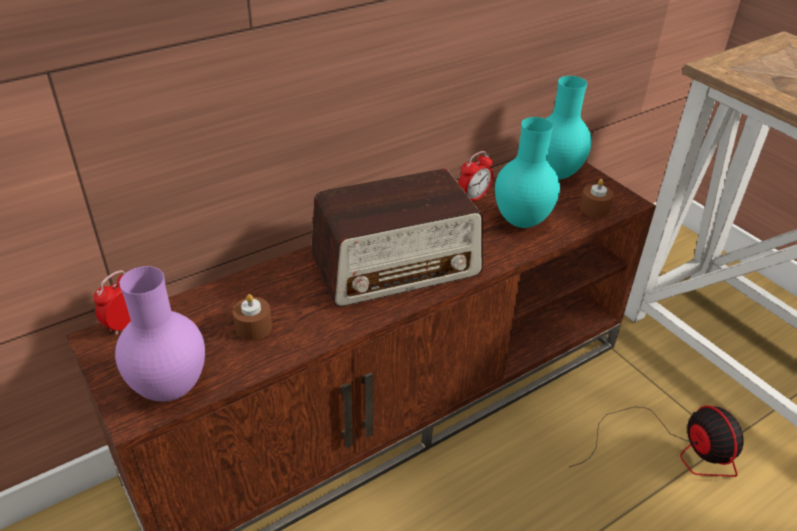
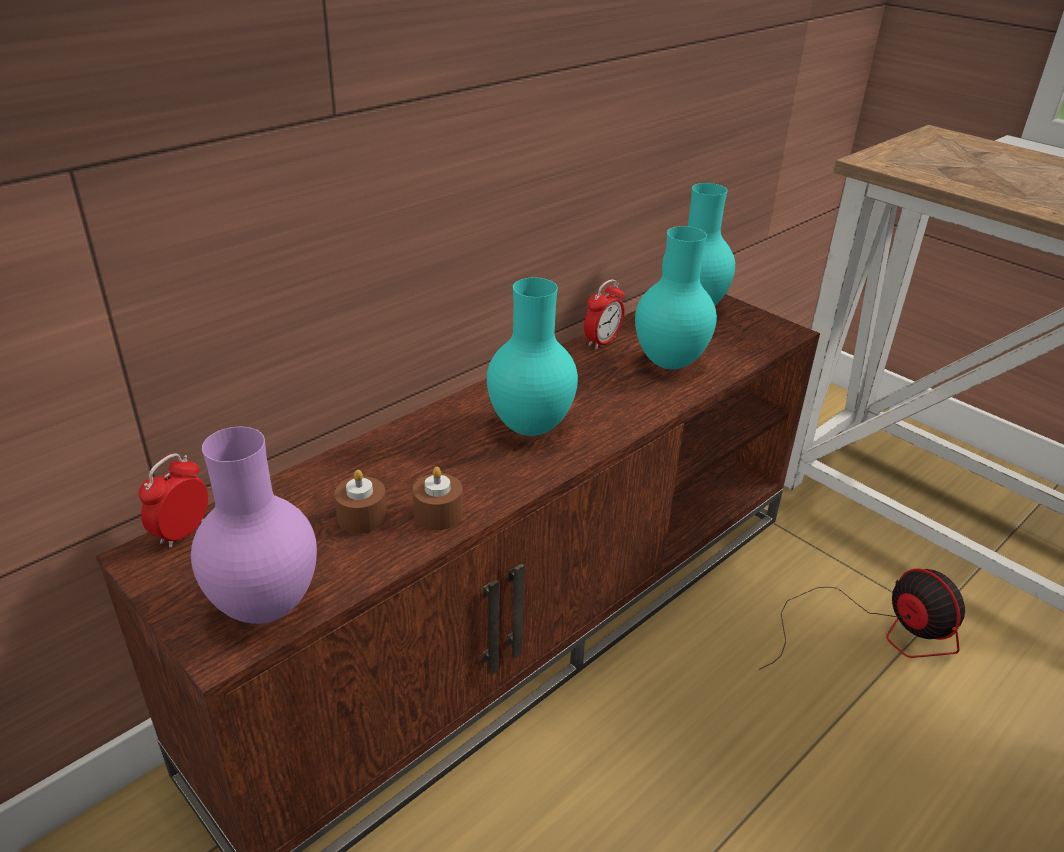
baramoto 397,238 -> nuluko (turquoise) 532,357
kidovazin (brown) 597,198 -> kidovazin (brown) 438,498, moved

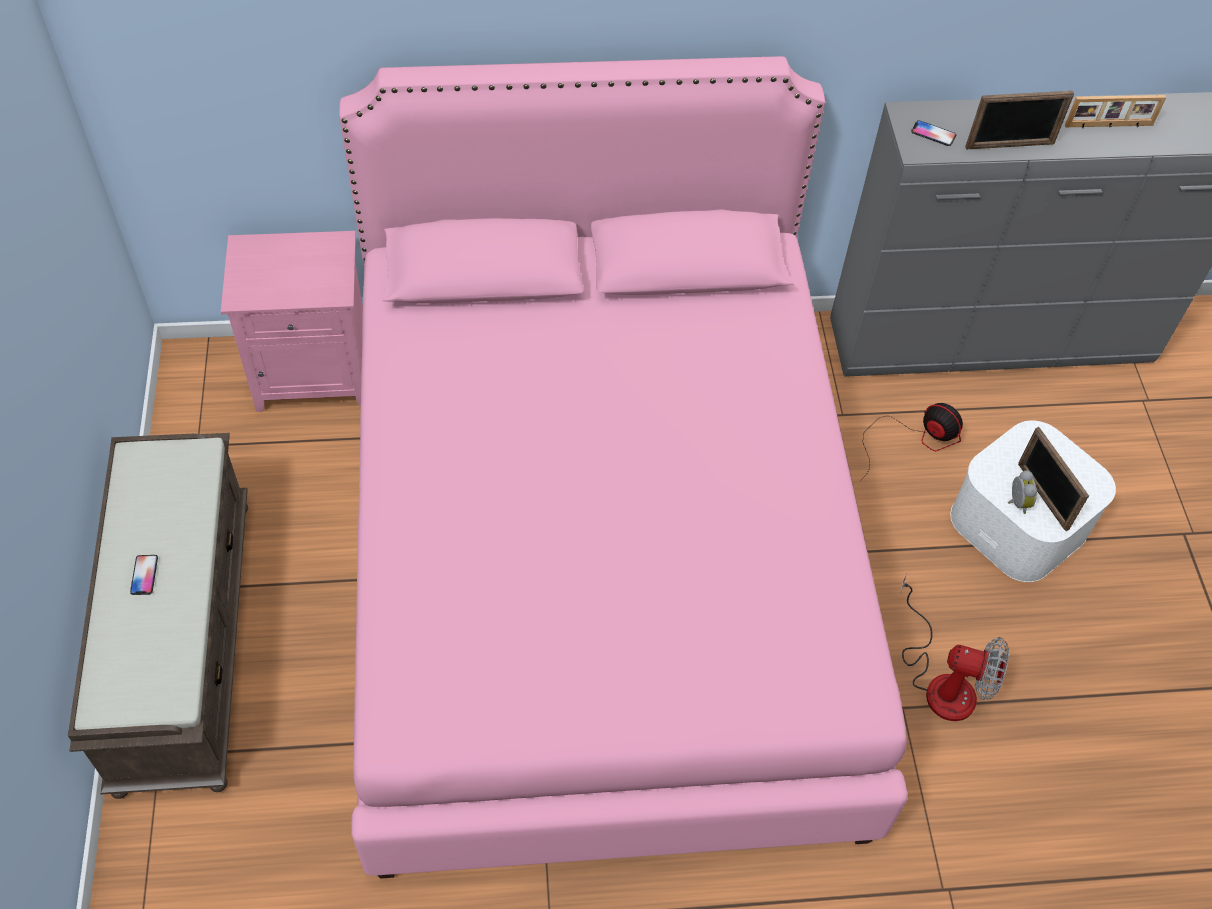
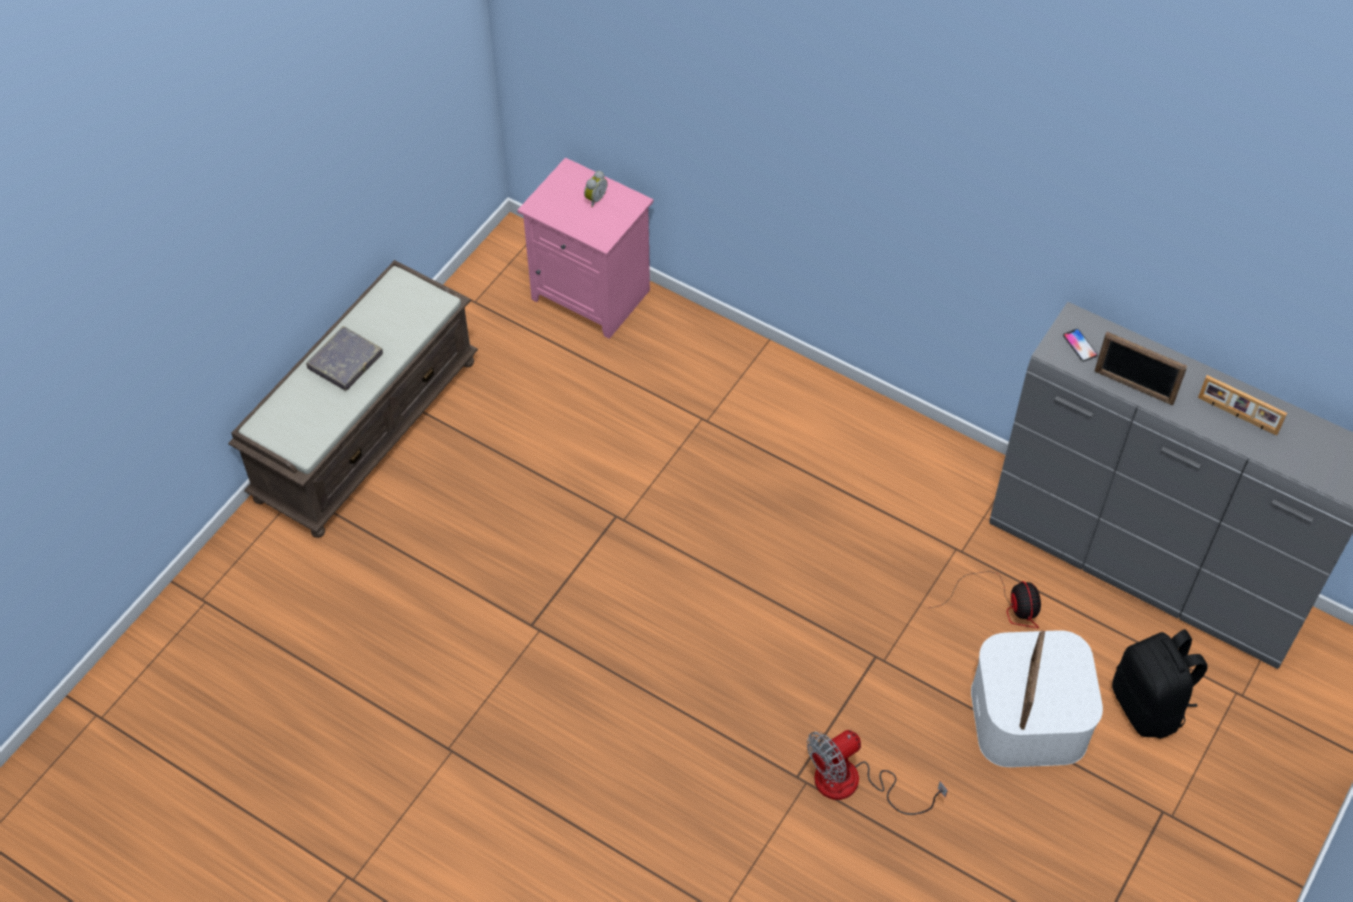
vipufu 144,575 -> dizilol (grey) 344,358
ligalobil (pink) 623,467 -> none
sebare 954,647 -> sebare 877,772, 90 degrees clockwise
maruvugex 1022,492 -> maruvugex 595,189, moved
none -> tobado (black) 1160,684

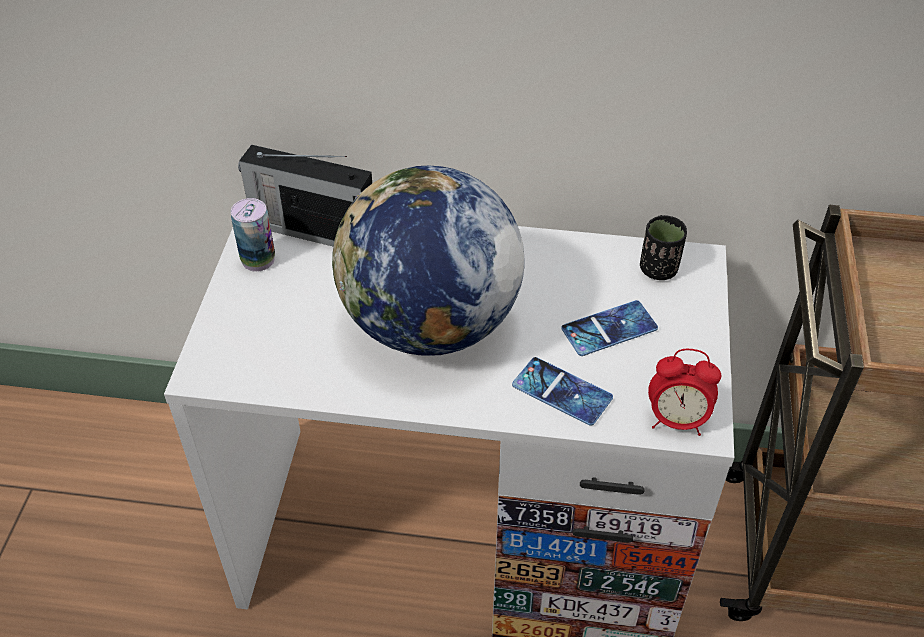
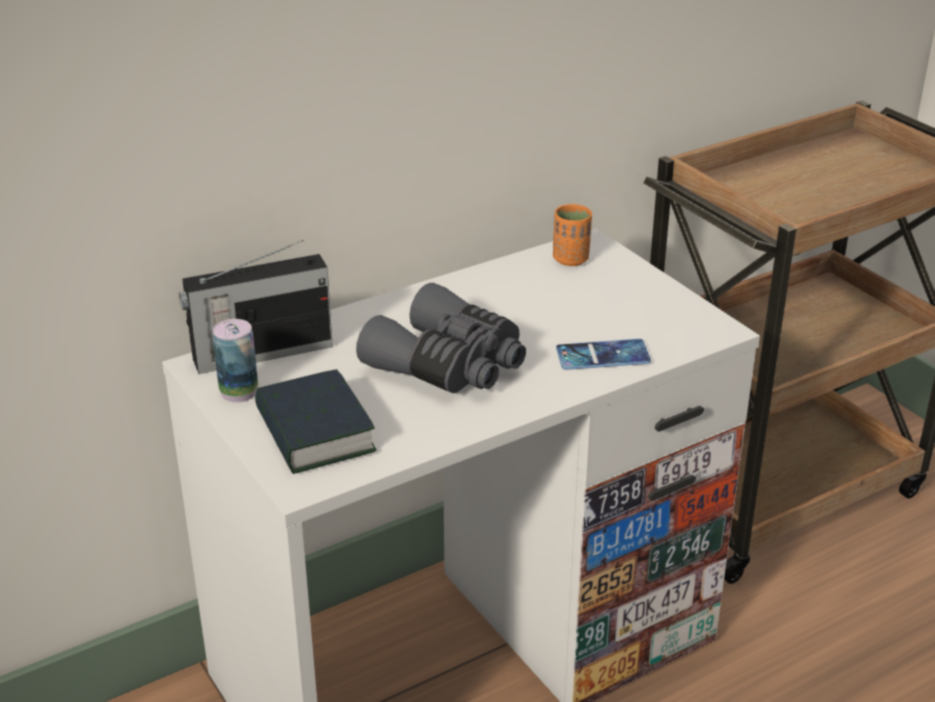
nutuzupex 428,261 -> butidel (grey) 441,338
vipufu 610,328 -> none
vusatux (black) 663,247 -> vusatux (orange) 572,235
maruvugex 684,392 -> none
none -> dizilol 315,421

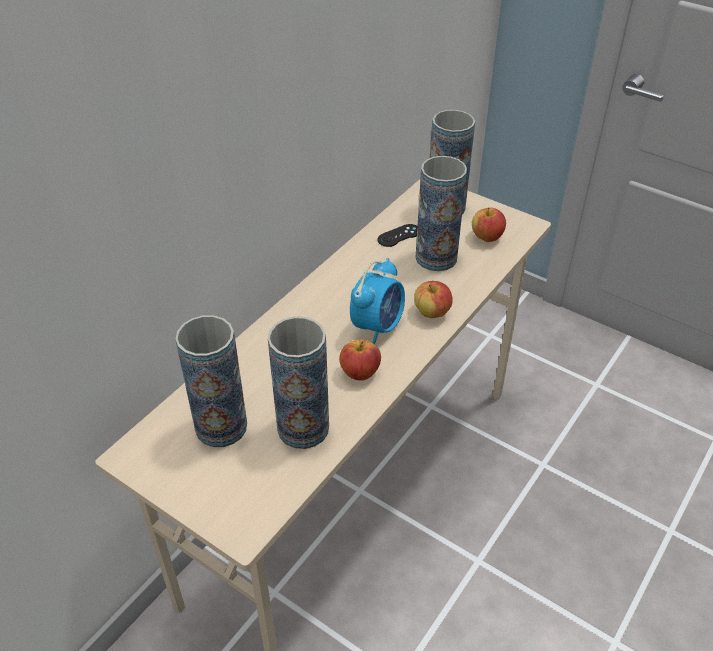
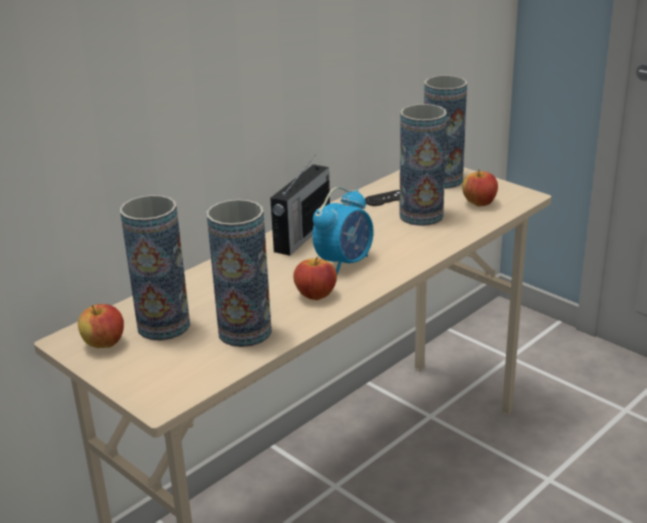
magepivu 433,299 -> magepivu 101,326, moved
none -> baramoto 300,205

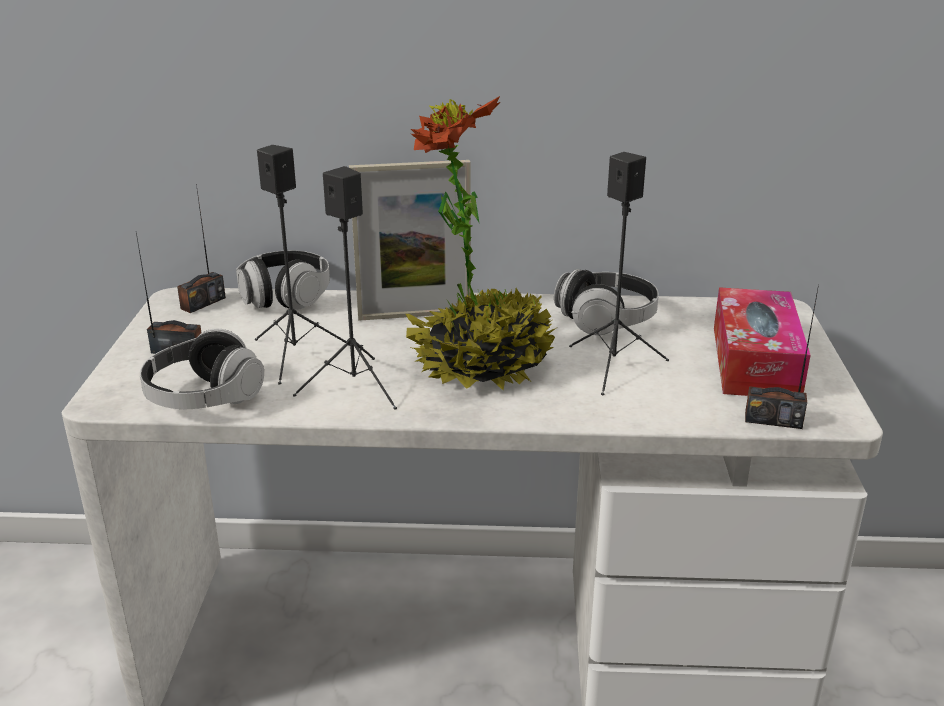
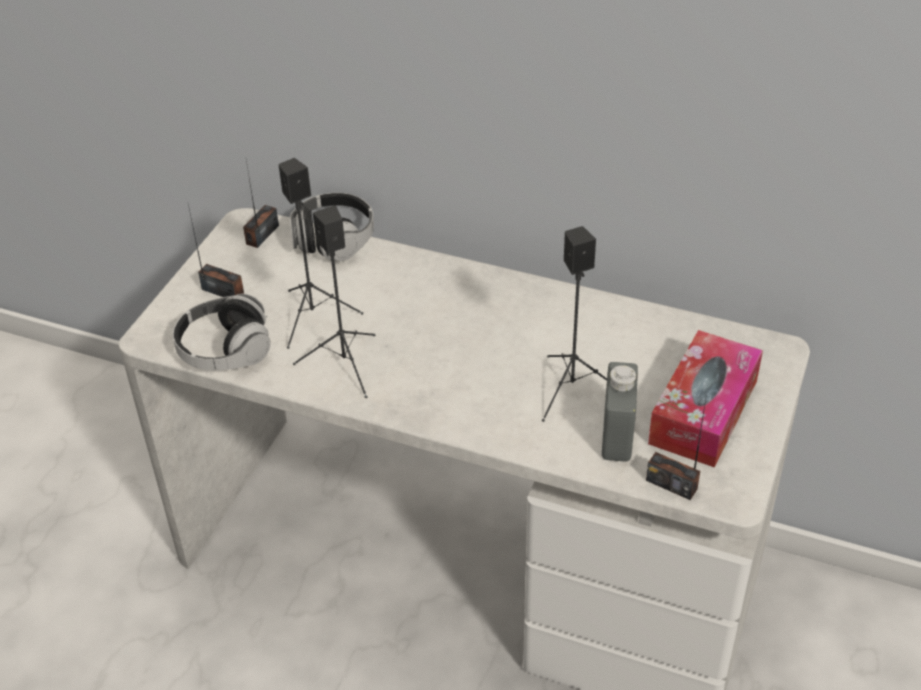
baramoto 201,248 -> baramoto 261,204, 150 degrees clockwise
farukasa 410,240 -> none
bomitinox 481,243 -> none
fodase 606,302 -> none
none -> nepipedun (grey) 620,412

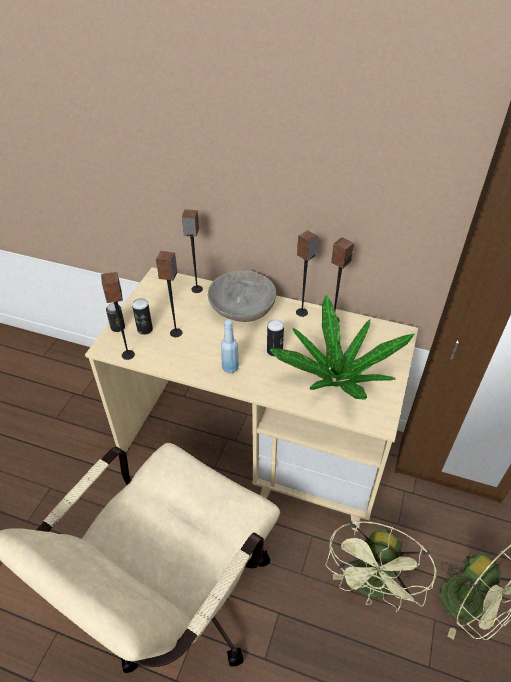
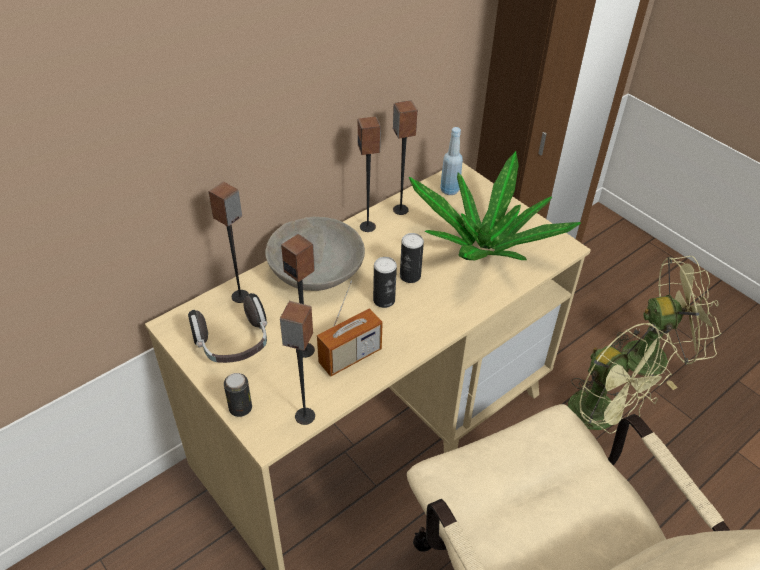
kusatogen 142,316 -> kusatogen 385,282, moved
nepipedun (blue) 230,346 -> nepipedun (blue) 451,161, moved
none -> fodase 227,328
none -> baramoto 350,329

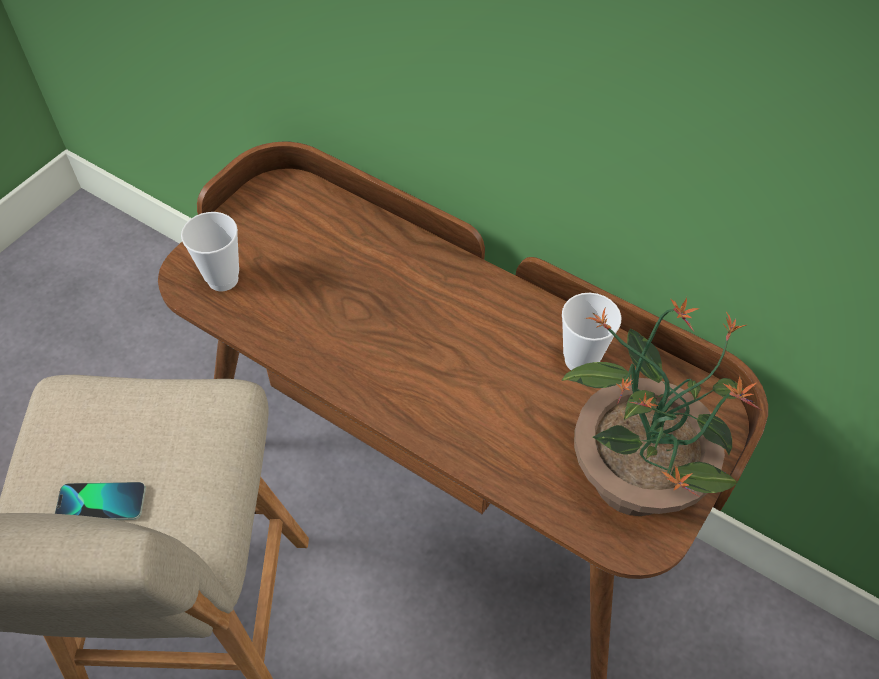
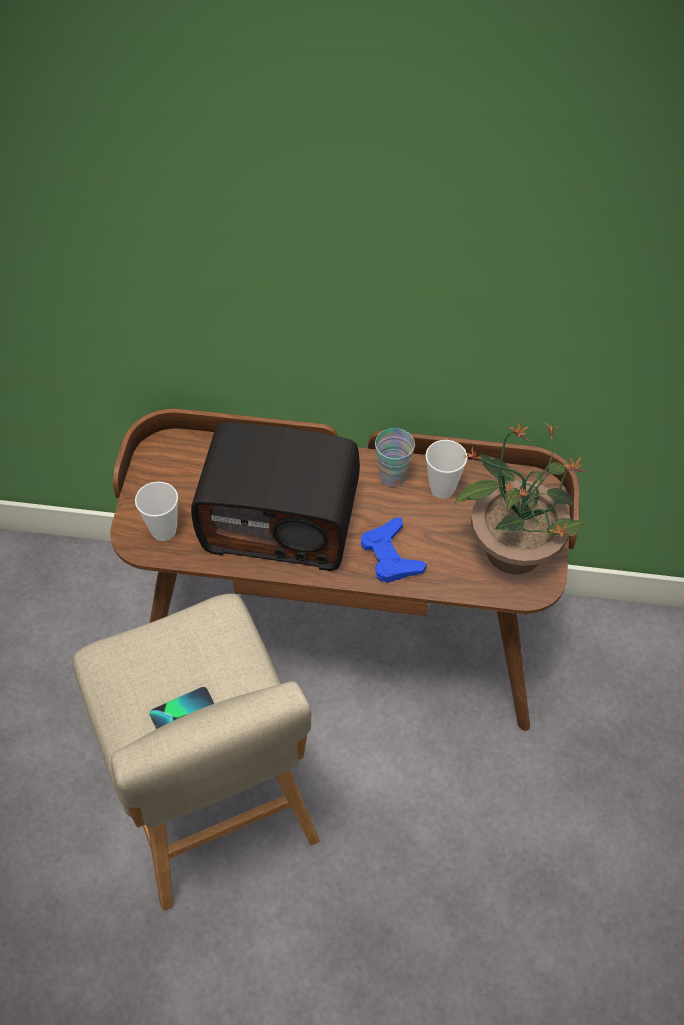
none -> baramoto 275,497
none -> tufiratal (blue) 394,550
none -> vusatux 395,457

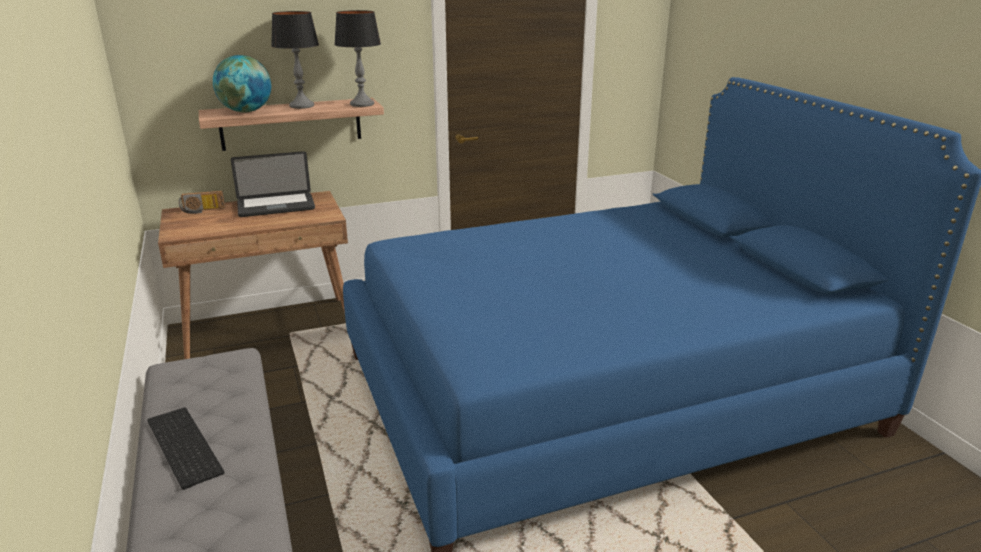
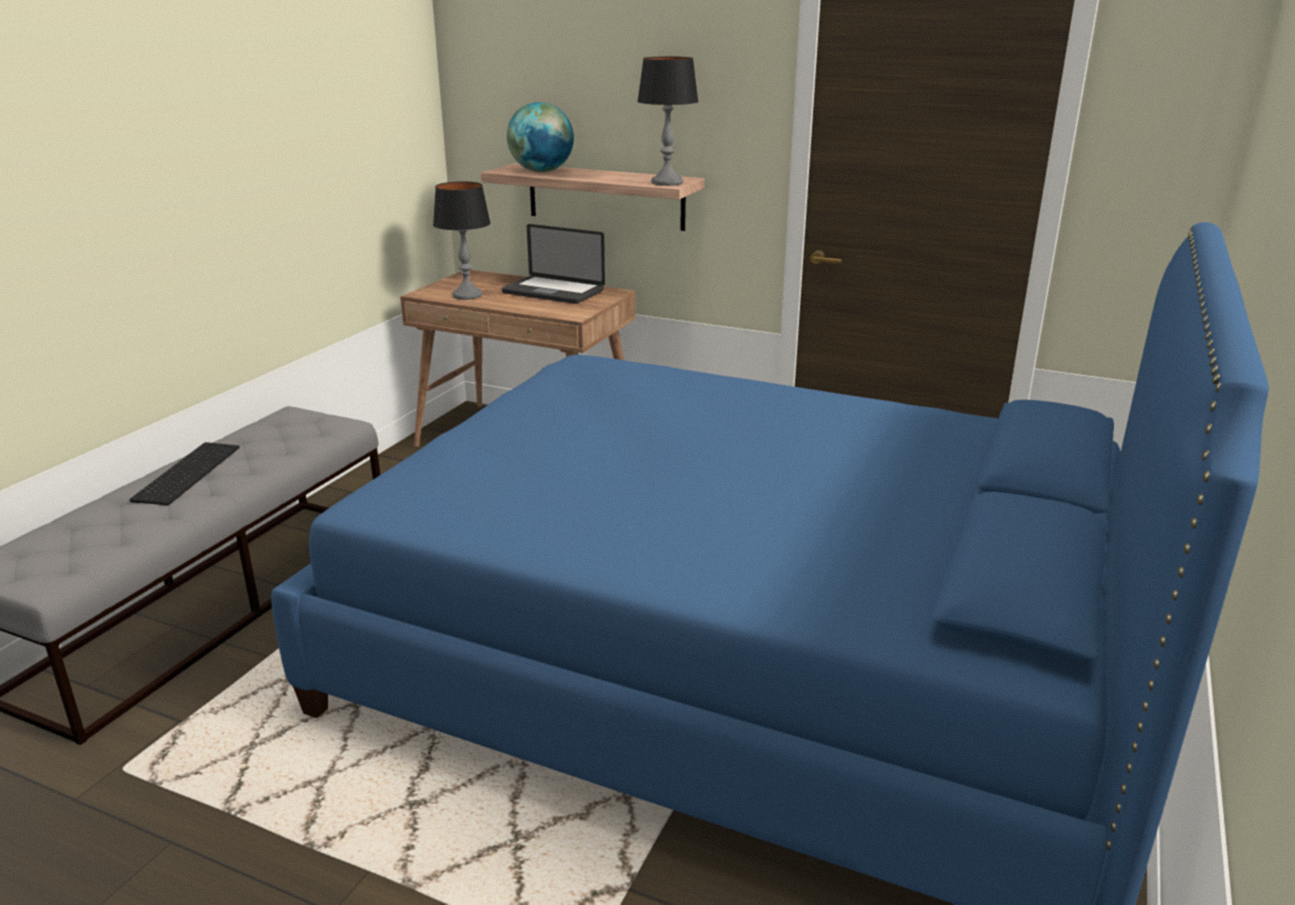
baramoto 202,202 -> none
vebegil 295,60 -> vebegil 462,241, moved

